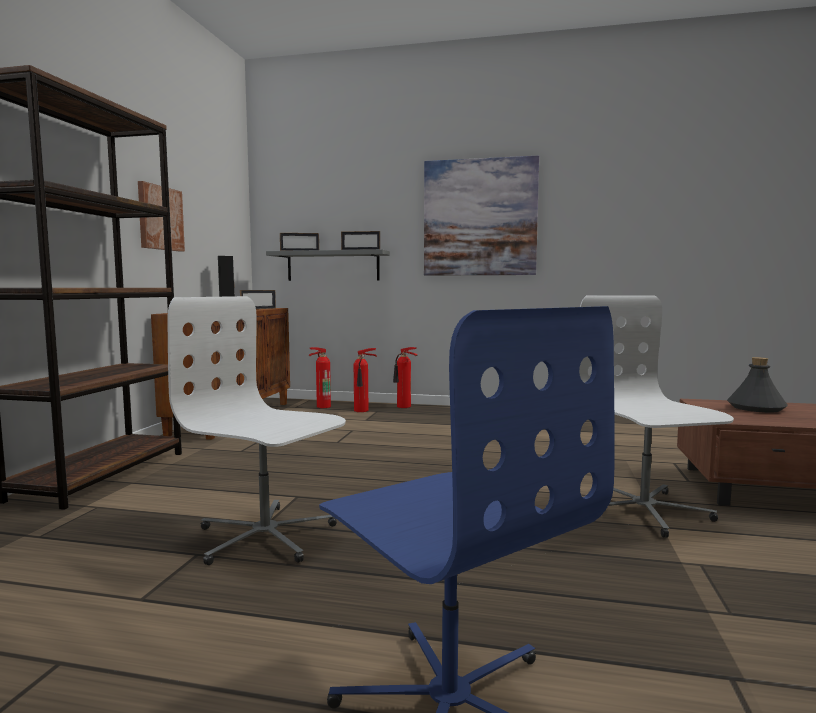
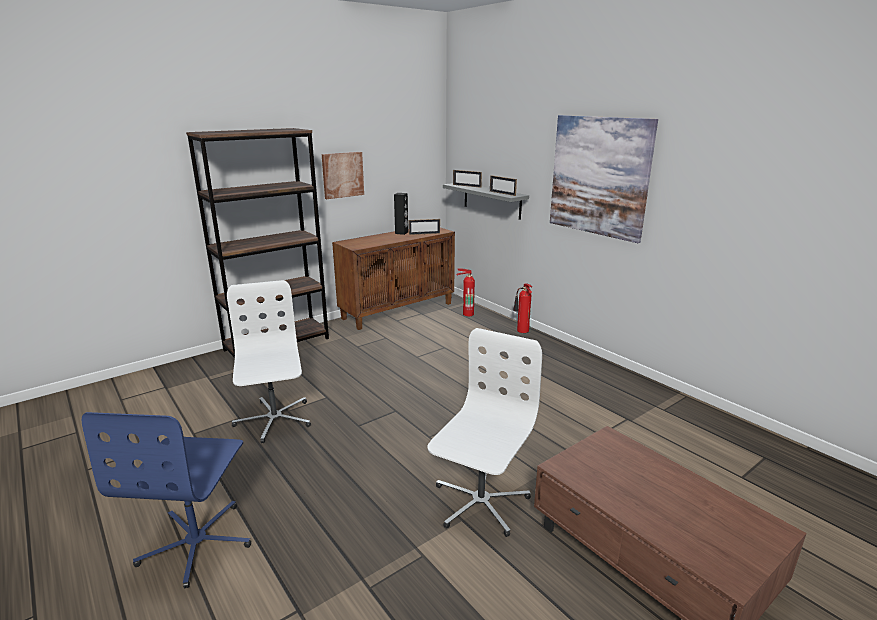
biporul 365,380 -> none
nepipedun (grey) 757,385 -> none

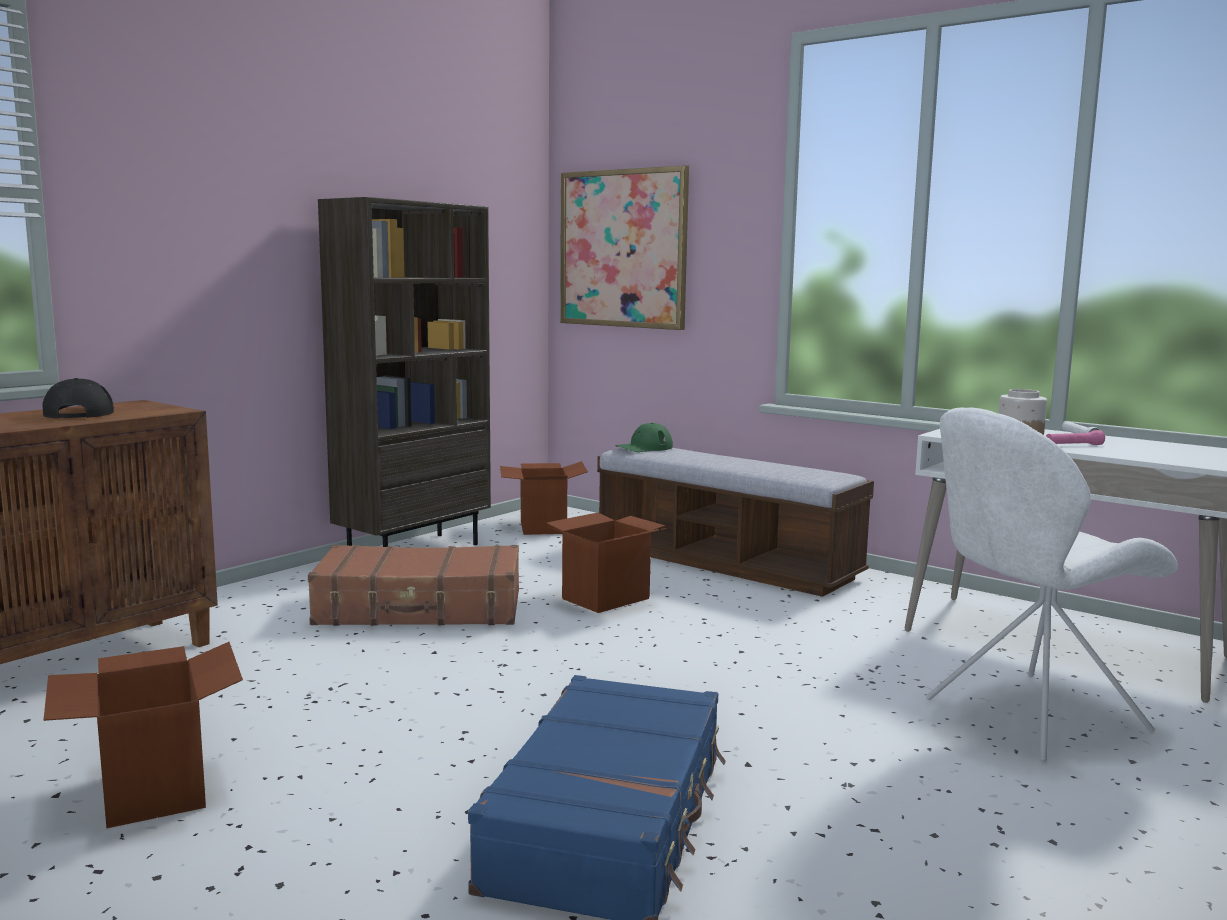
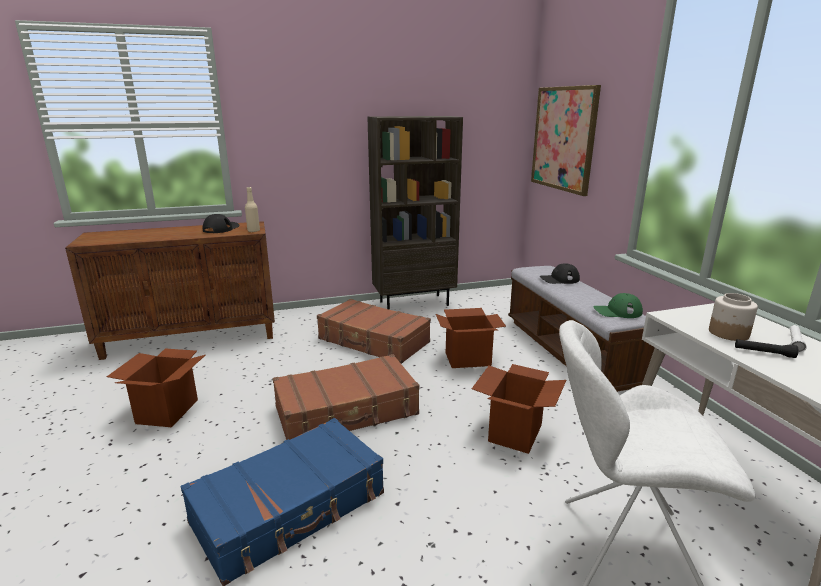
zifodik 544,498 -> zifodik 519,409, moved
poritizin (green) 644,437 -> poritizin (green) 618,305, moved
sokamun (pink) 1075,437 -> sokamun (black) 767,348
none -> nepipedun (beige) 252,209
none -> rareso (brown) 346,397
none -> poritizin (black) 560,273

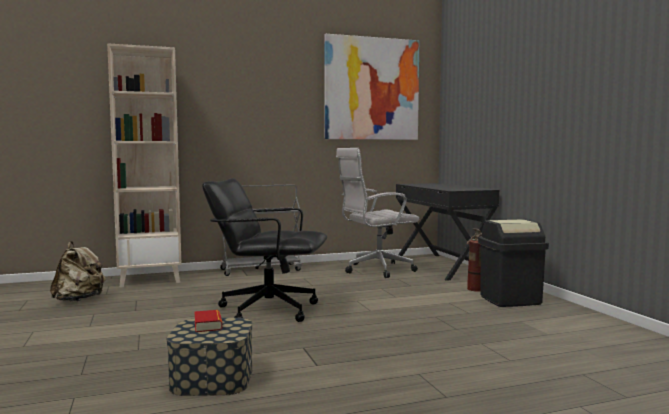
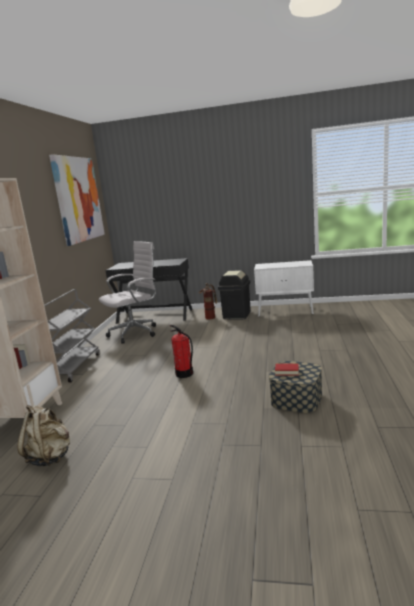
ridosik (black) 264,250 -> biporul 181,351
ridosik (white) 377,213 -> ridosik (white) 127,292, 135 degrees counterclockwise
none -> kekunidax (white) 284,288

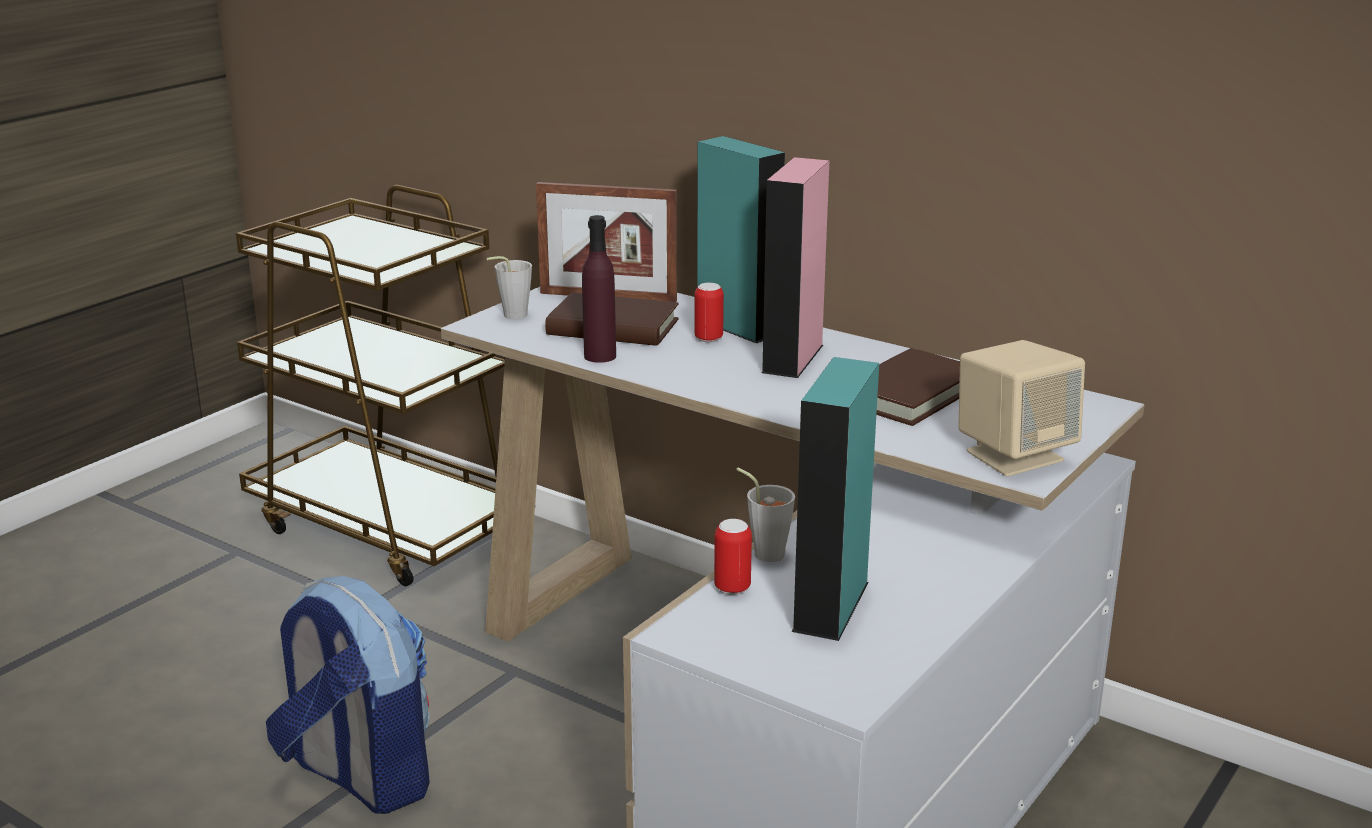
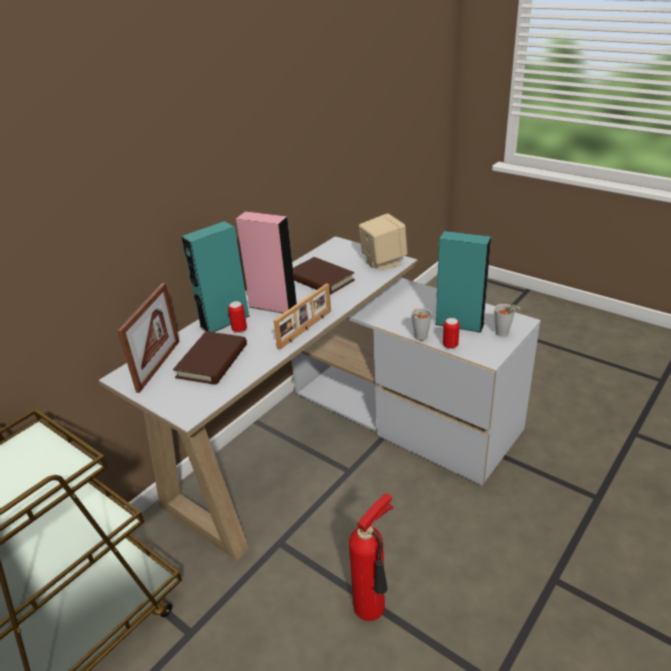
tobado 348,695 -> biporul 371,557
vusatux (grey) 509,287 -> vusatux (grey) 507,320, moved
nepipedun (purple) 599,289 -> none
none -> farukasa 302,316

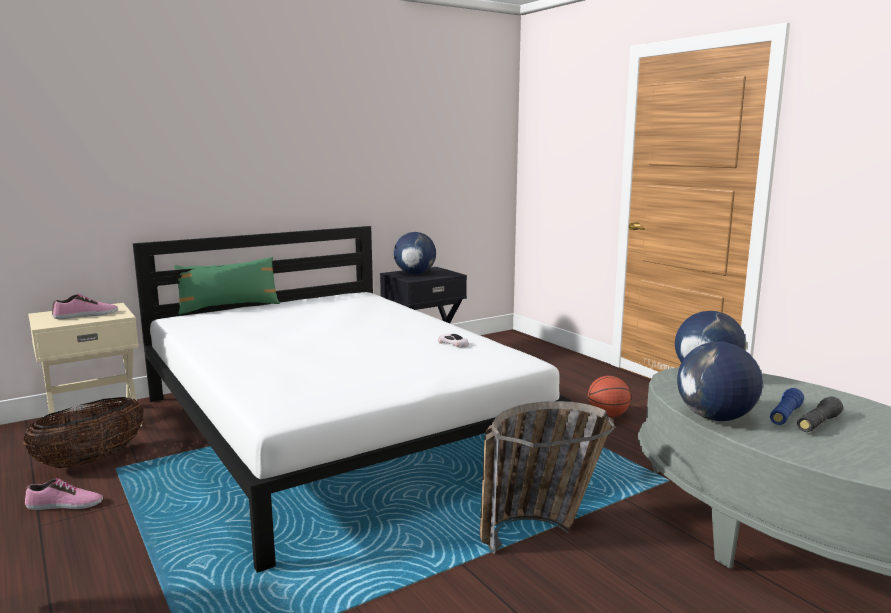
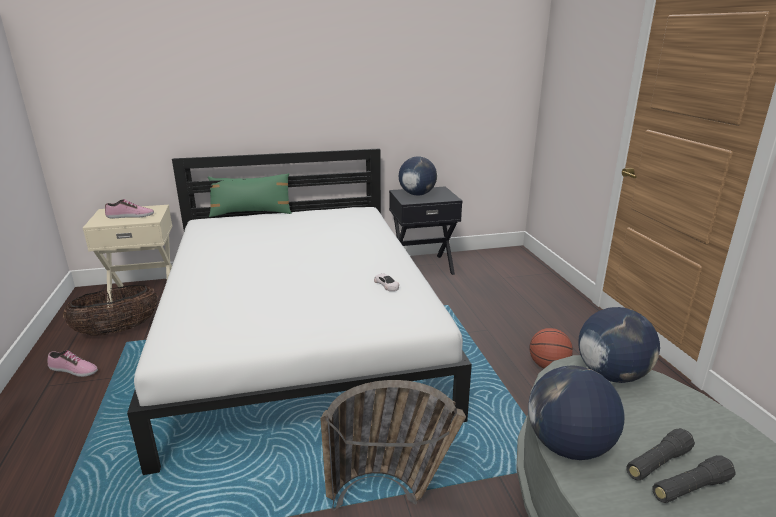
sokamun (blue) 787,406 -> sokamun (black) 660,454

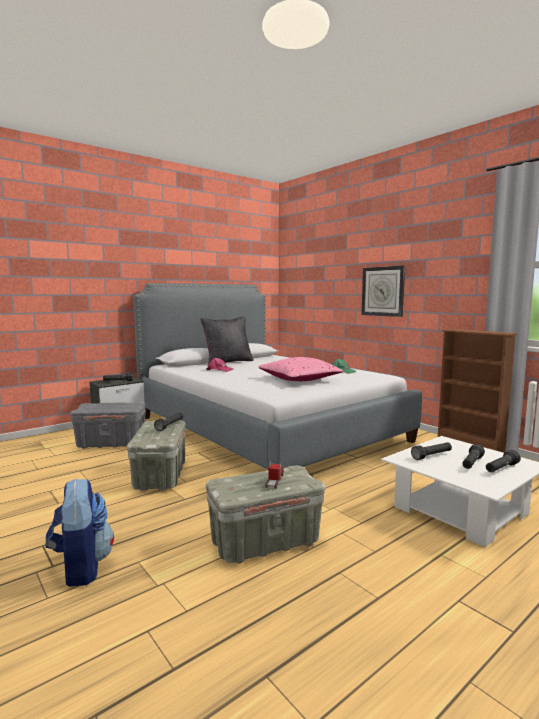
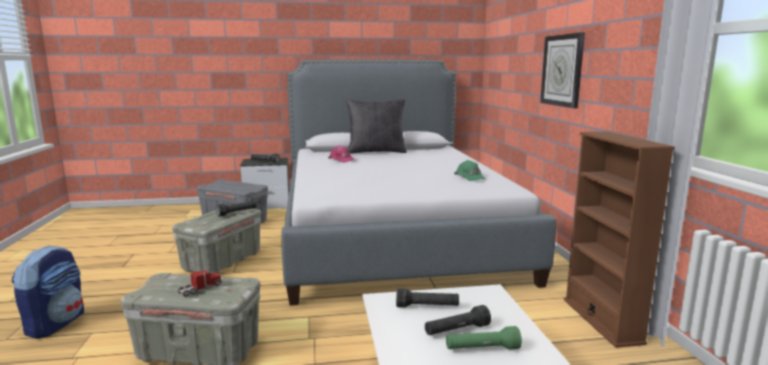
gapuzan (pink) 301,369 -> none
sokamun (black) 503,461 -> sokamun (green) 484,338

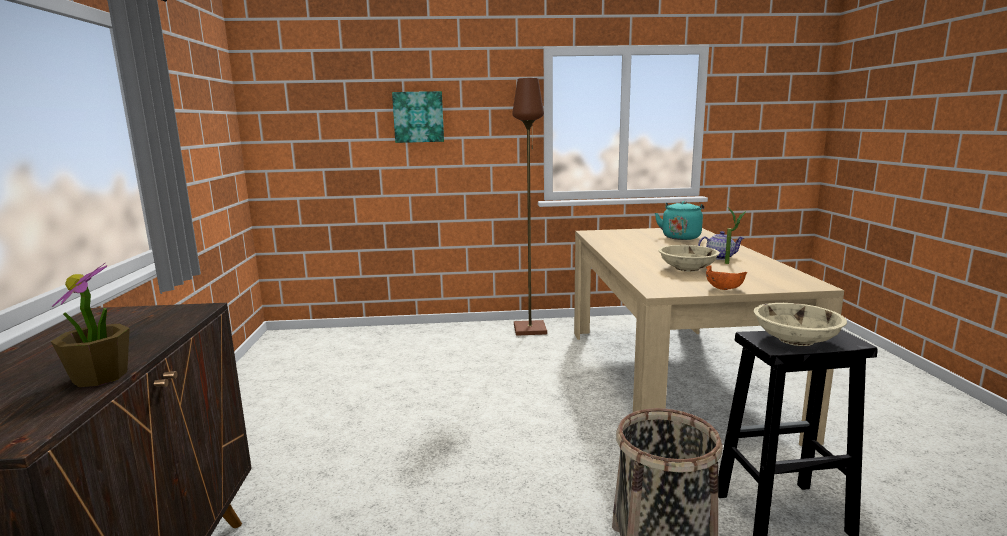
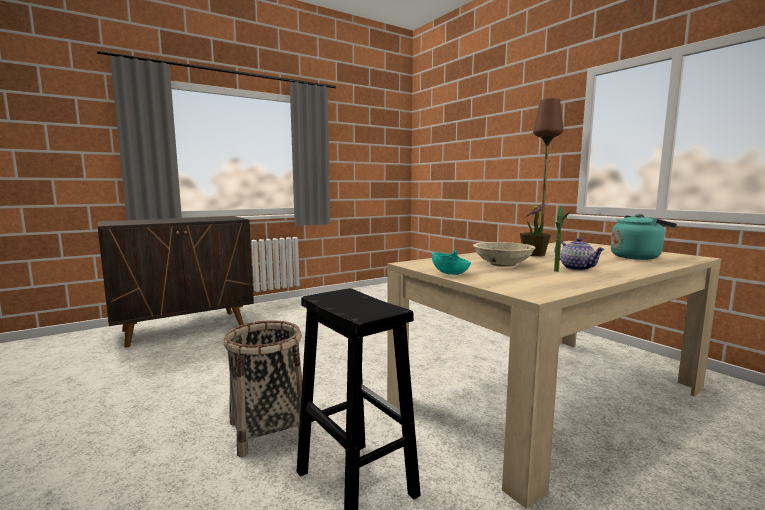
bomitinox 90,324 -> bomitinox 535,229, moved
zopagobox 418,117 -> none
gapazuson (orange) 726,277 -> gapazuson (turquoise) 451,262
gapazuson (beige) 800,324 -> none

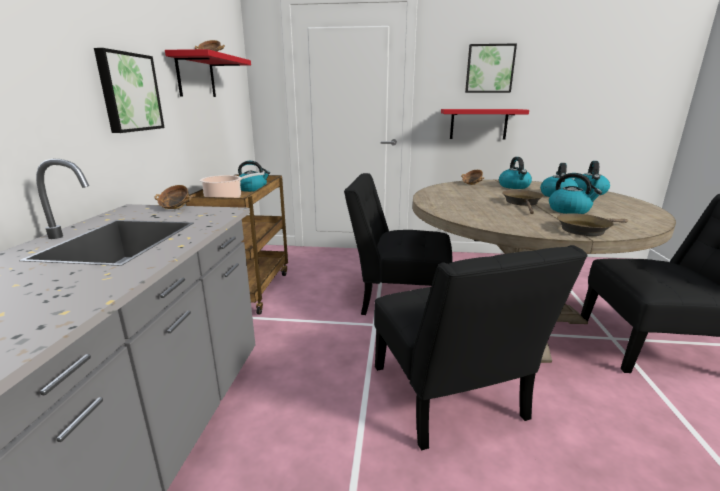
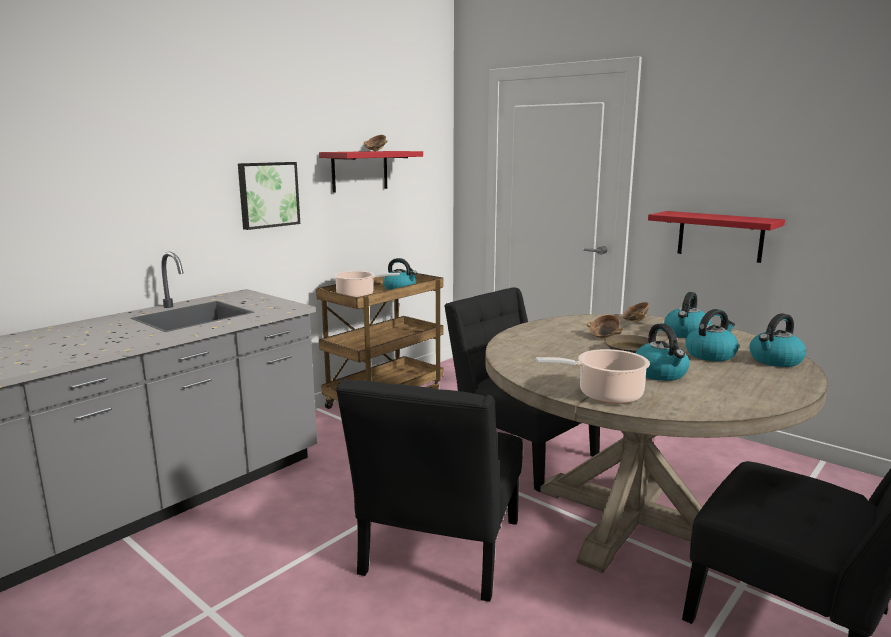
gapazuson 173,197 -> gapazuson 605,327, moved
zopagobox 491,68 -> none
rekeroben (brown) 592,224 -> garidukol 593,376

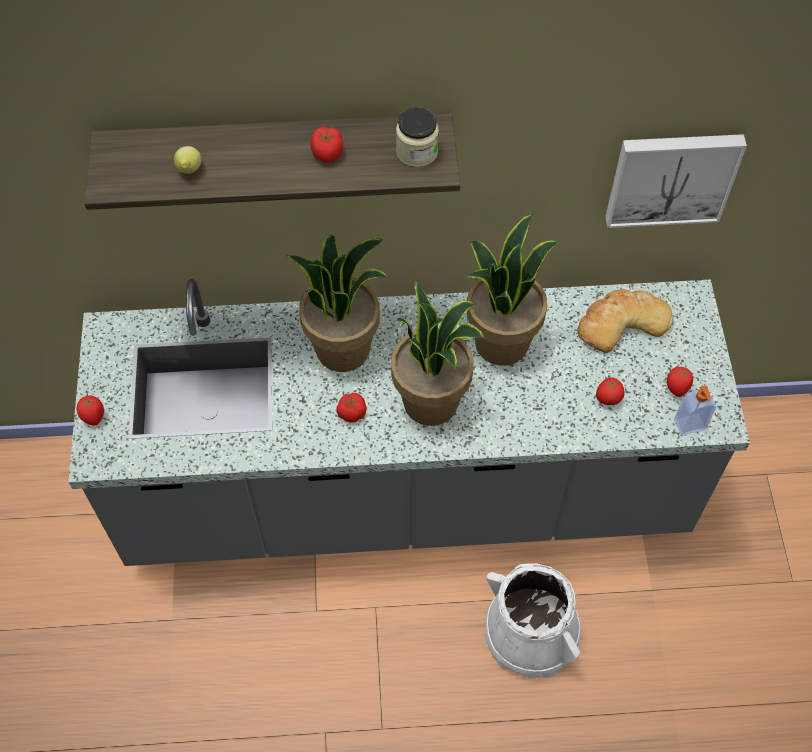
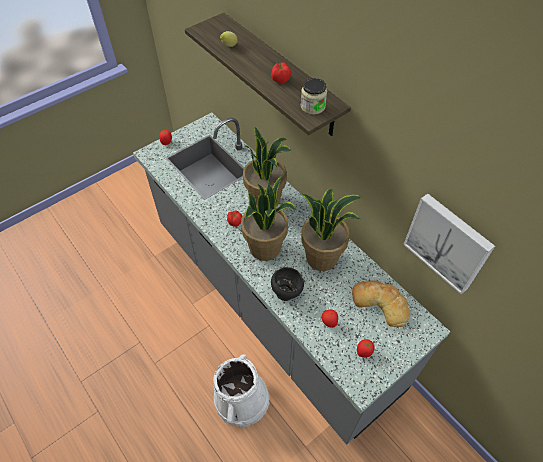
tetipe 695,410 -> none
none -> gapazuson (black) 287,284

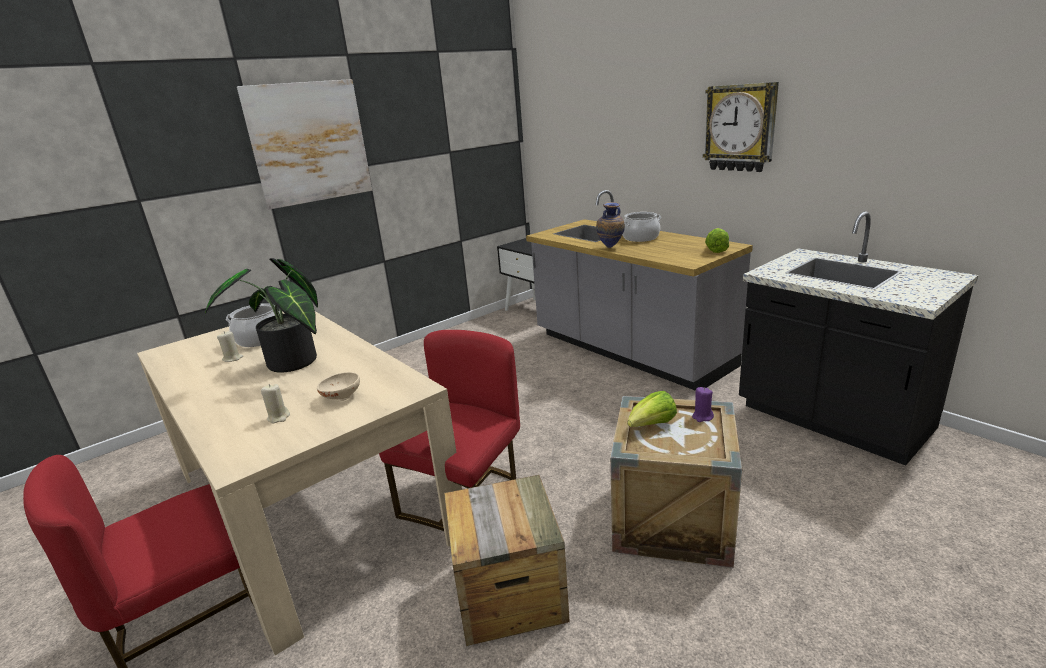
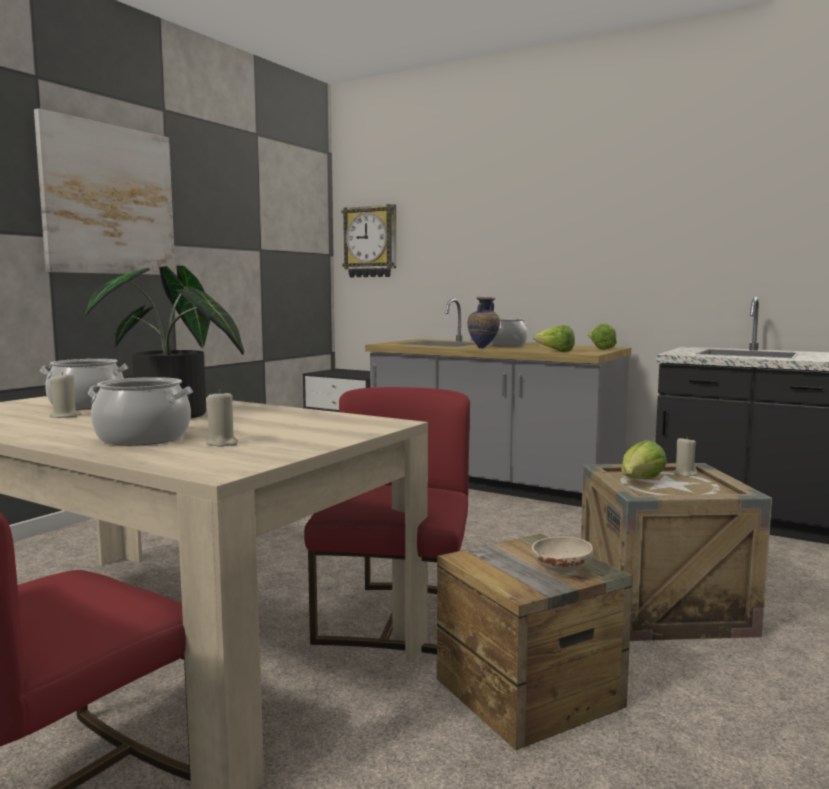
gapazuson (beige) 338,386 -> gapazuson (beige) 562,556, moved
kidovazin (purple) 703,404 -> kidovazin (beige) 685,457
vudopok 741,127 -> vudopok 369,240, moved
none -> garidukol 140,411
none -> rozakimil 554,338

